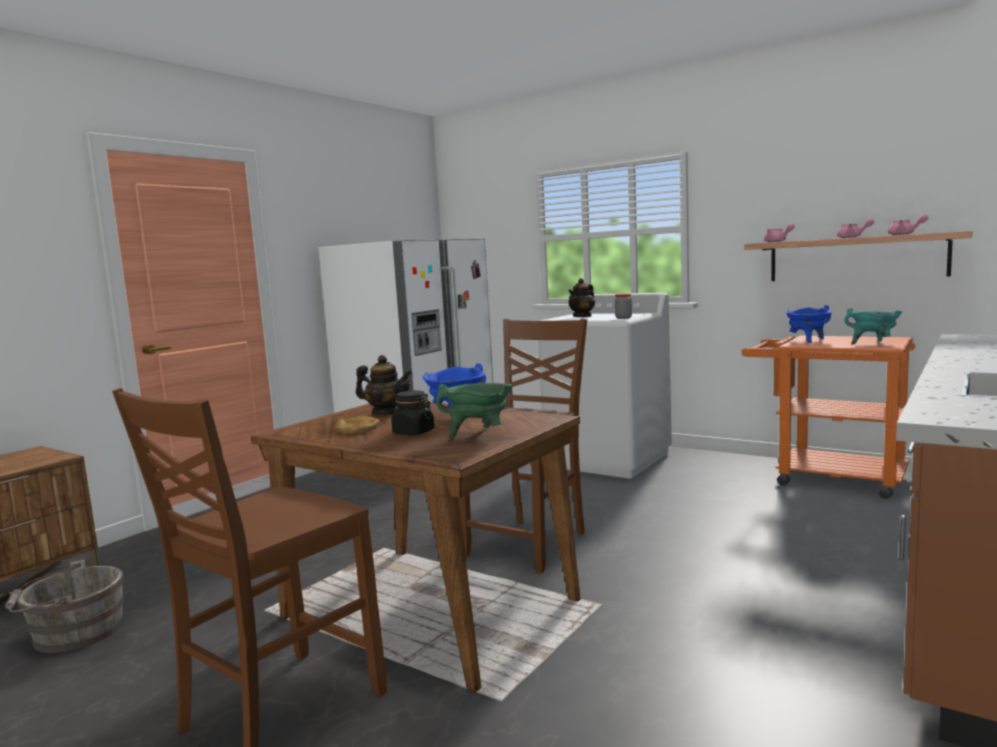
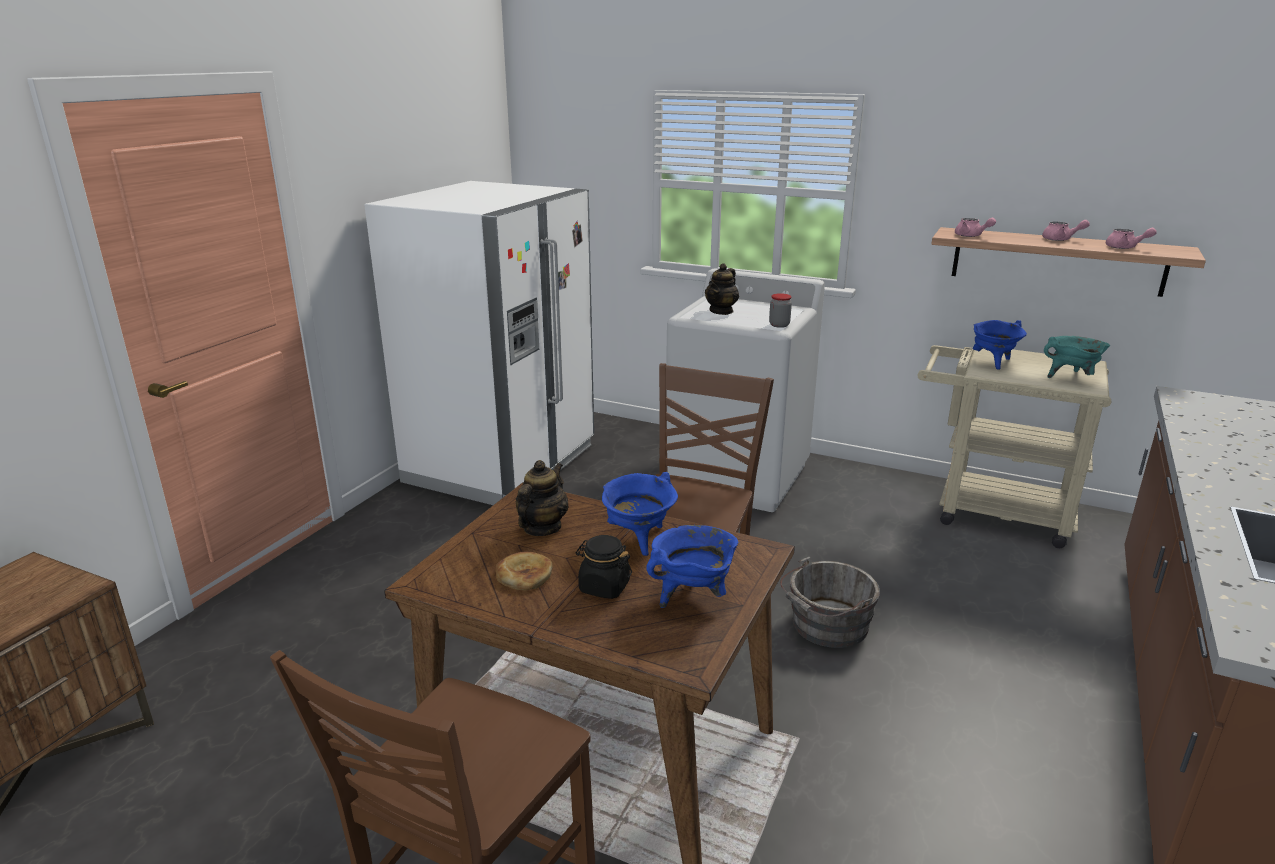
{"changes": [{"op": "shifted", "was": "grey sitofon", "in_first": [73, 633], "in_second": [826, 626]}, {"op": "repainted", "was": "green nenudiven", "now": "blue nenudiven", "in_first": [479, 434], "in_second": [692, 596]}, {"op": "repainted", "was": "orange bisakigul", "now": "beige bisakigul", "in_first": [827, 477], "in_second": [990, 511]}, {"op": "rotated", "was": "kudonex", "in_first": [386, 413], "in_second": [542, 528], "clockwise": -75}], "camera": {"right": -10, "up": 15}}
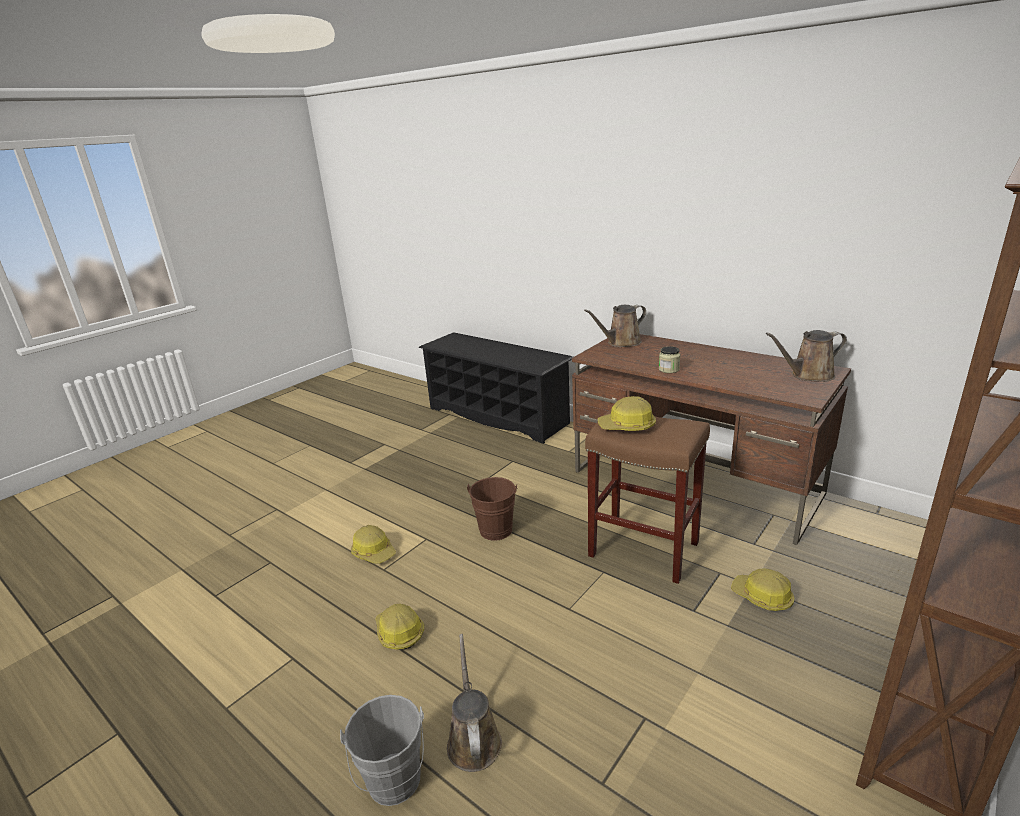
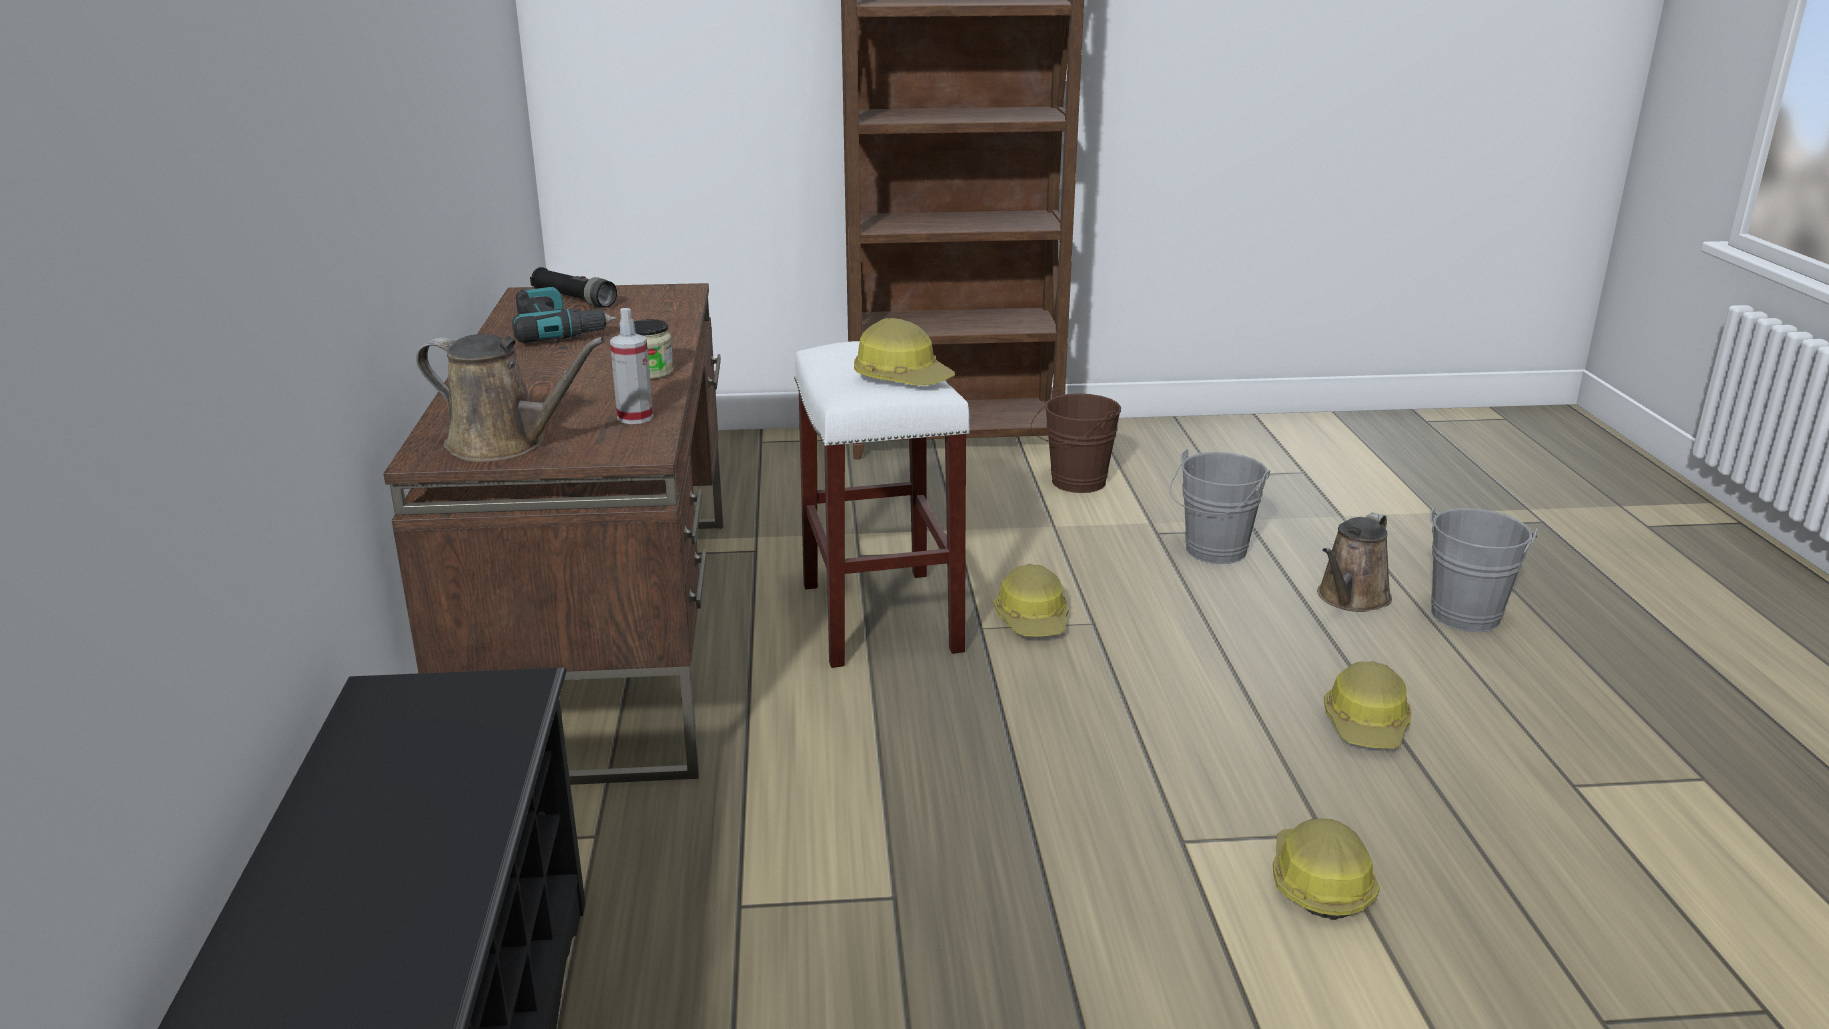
{"changes": [{"op": "new", "now": "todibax", "in_second": [558, 331]}, {"op": "new", "now": "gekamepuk", "in_second": [635, 417]}, {"op": "new", "now": "grey sitofon", "in_second": [1212, 553]}, {"op": "shifted", "was": "brown sitofon", "in_first": [496, 528], "in_second": [1073, 483]}, {"op": "shifted", "was": "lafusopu", "in_first": [762, 597], "in_second": [1033, 619]}, {"op": "swapped", "was": "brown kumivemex", "now": "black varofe", "in_first": [808, 375], "in_second": [574, 300]}, {"op": "repainted", "was": "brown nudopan", "now": "white nudopan", "in_first": [642, 549], "in_second": [882, 618]}], "camera": {"right": -135, "up": 0}}
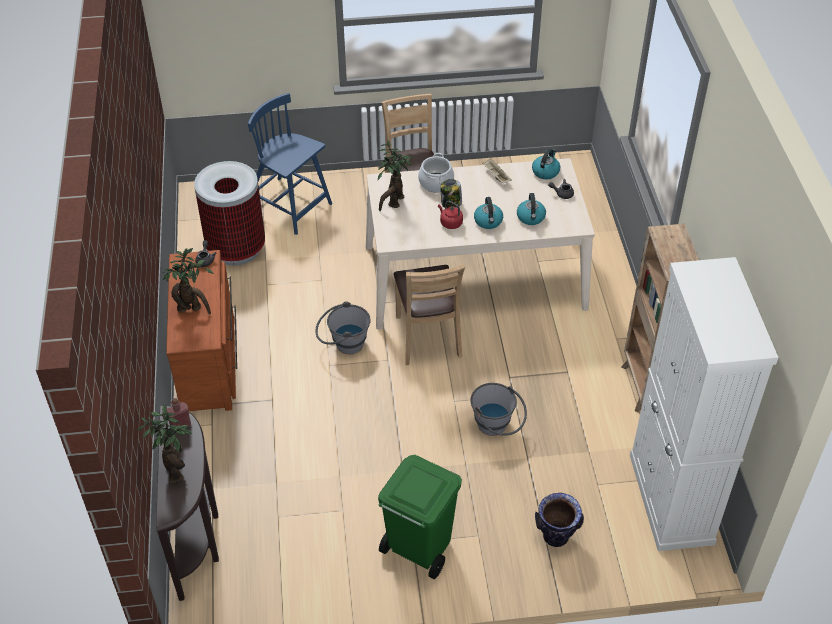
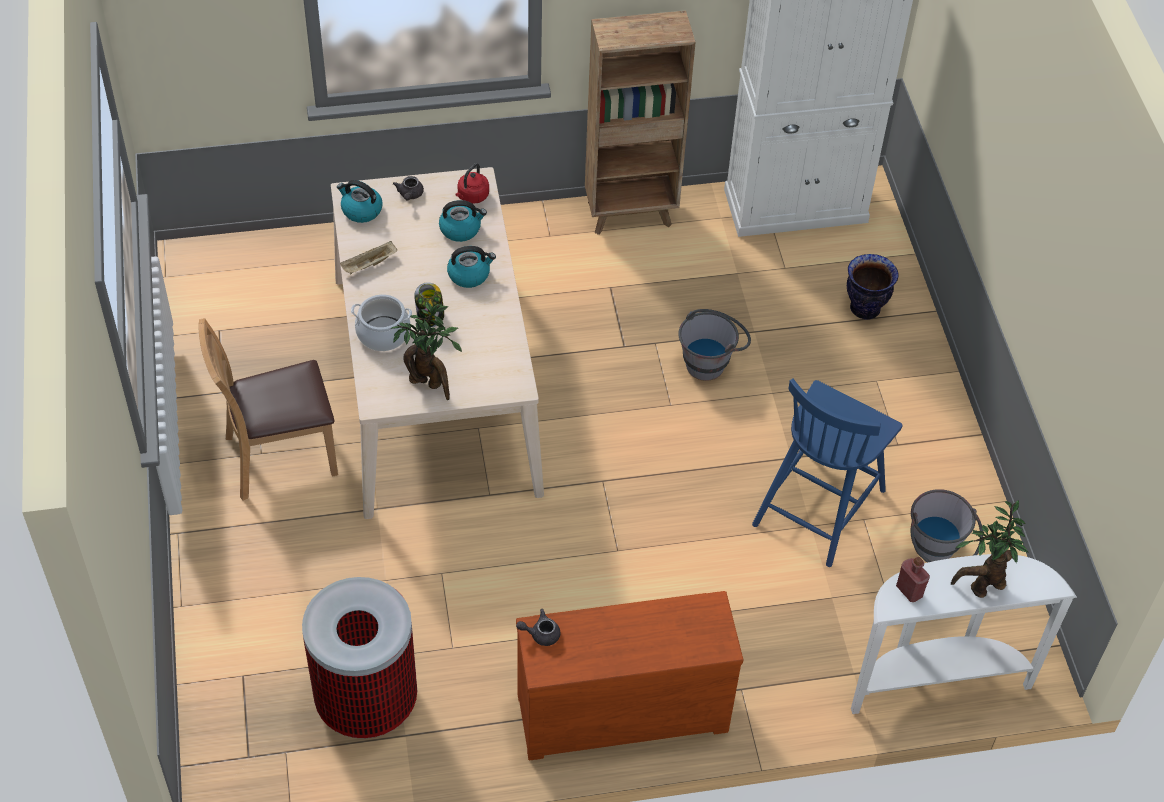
{"changes": [{"op": "gone", "was": "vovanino", "in_first": [192, 309]}, {"op": "gone", "was": "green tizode", "in_first": [418, 549]}, {"op": "gone", "was": "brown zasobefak", "in_first": [427, 337]}, {"op": "shifted", "was": "blue zasobefak", "in_first": [289, 206], "in_second": [819, 505]}, {"op": "shifted", "was": "grey sitofon", "in_first": [343, 344], "in_second": [936, 553]}, {"op": "shifted", "was": "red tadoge", "in_first": [450, 223], "in_second": [472, 196]}, {"op": "repainted", "was": "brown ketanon", "now": "white ketanon", "in_first": [198, 538], "in_second": [935, 680]}], "camera": {"right": -95, "up": 5}}
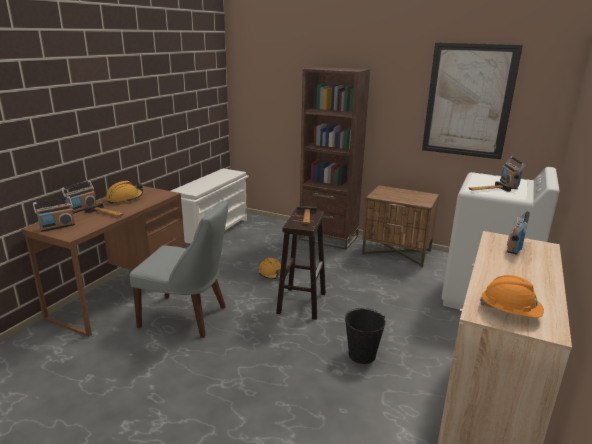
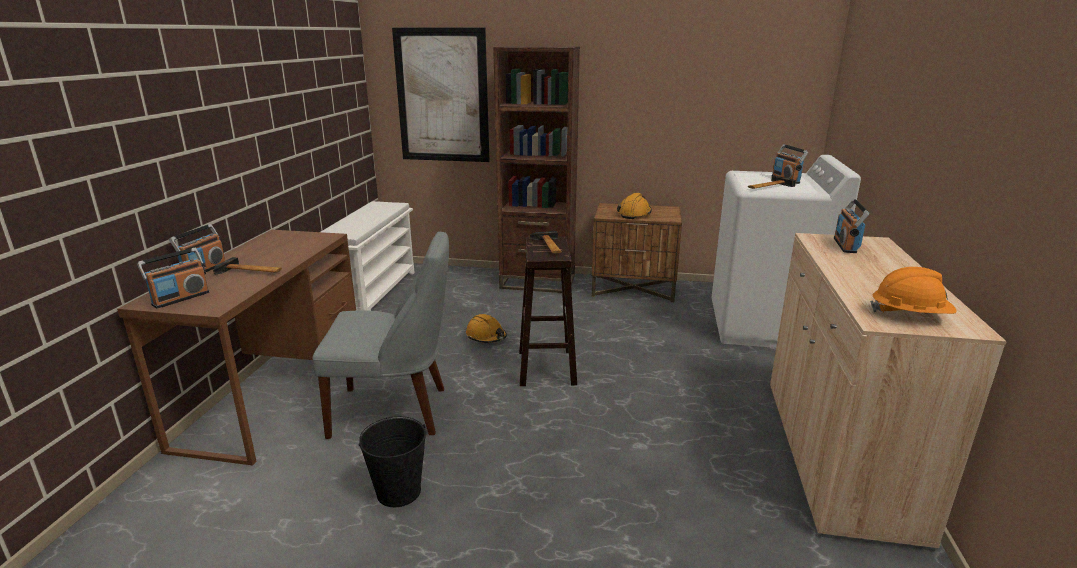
{"changes": [{"op": "shifted", "was": "orange lafusopu", "in_first": [125, 199], "in_second": [634, 214]}, {"op": "shifted", "was": "black sitofon", "in_first": [362, 355], "in_second": [399, 492]}, {"op": "shifted", "was": "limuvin", "in_first": [468, 101], "in_second": [442, 96]}], "camera": {"right": -15, "up": 0}}
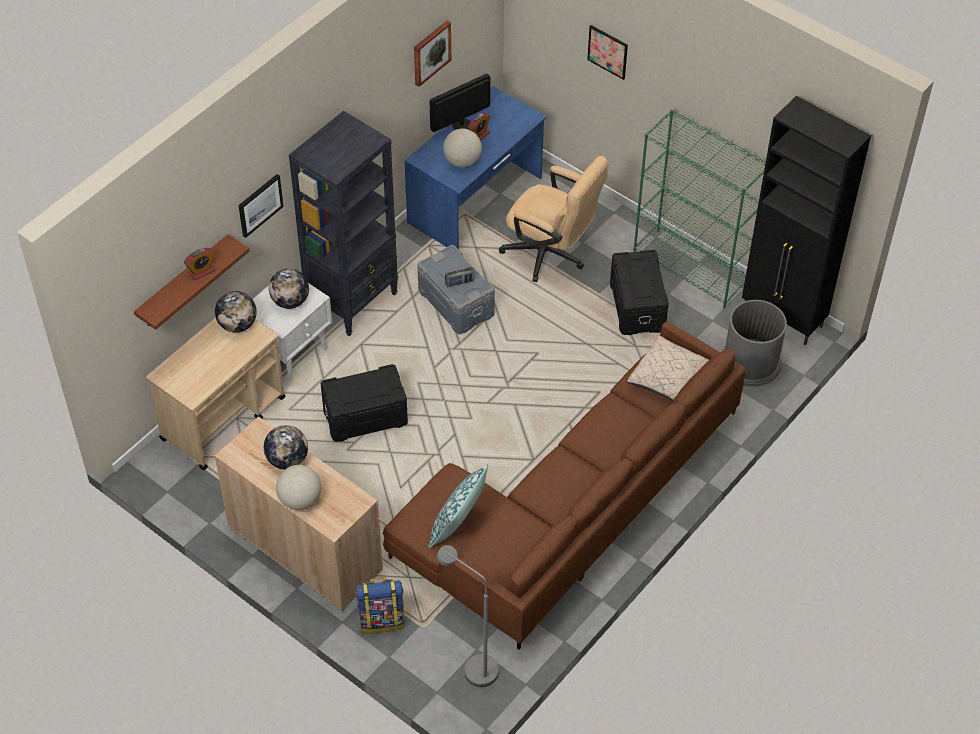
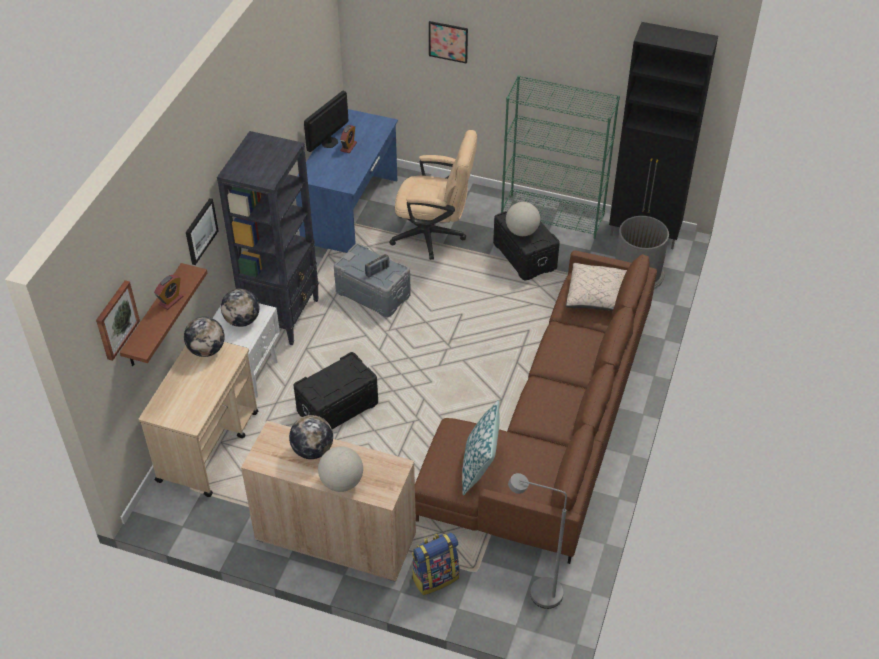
{"changes": [{"op": "shifted", "was": "limuvin", "in_first": [431, 52], "in_second": [116, 319]}, {"op": "shifted", "was": "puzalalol", "in_first": [462, 161], "in_second": [522, 231]}], "camera": {"right": -20, "up": -5}}
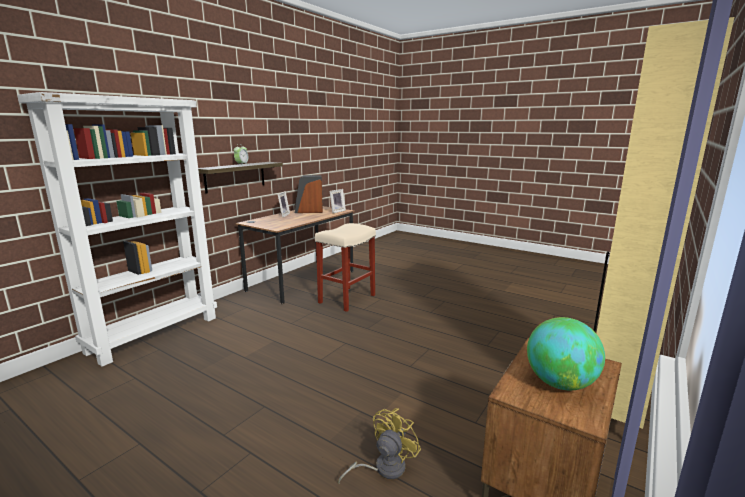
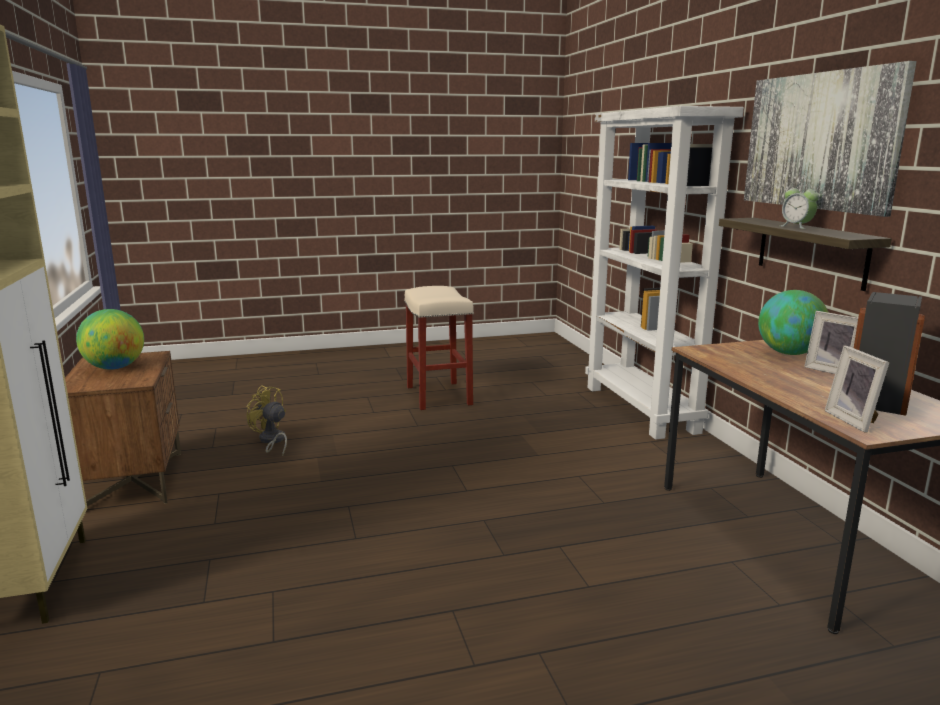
{"changes": [{"op": "new", "now": "limuvin", "in_second": [820, 141]}, {"op": "new", "now": "puzalalol", "in_second": [789, 353]}, {"op": "shifted", "was": "beige nudopan", "in_first": [347, 299], "in_second": [438, 395]}, {"op": "rotated", "was": "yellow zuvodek", "in_first": [383, 468], "in_second": [272, 441], "clockwise": 135}], "camera": {"right": 130, "up": 0}}
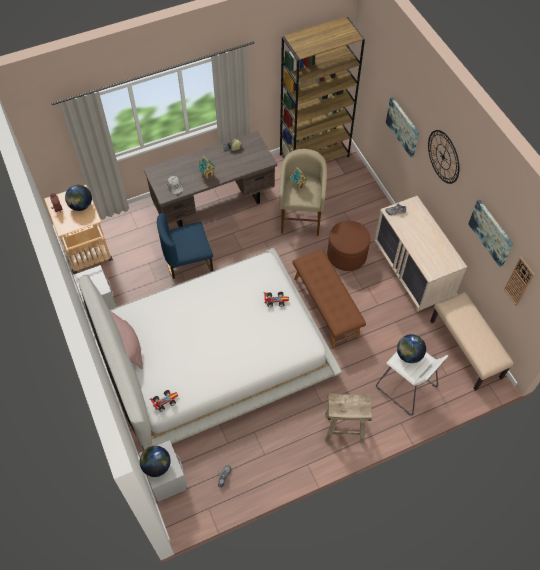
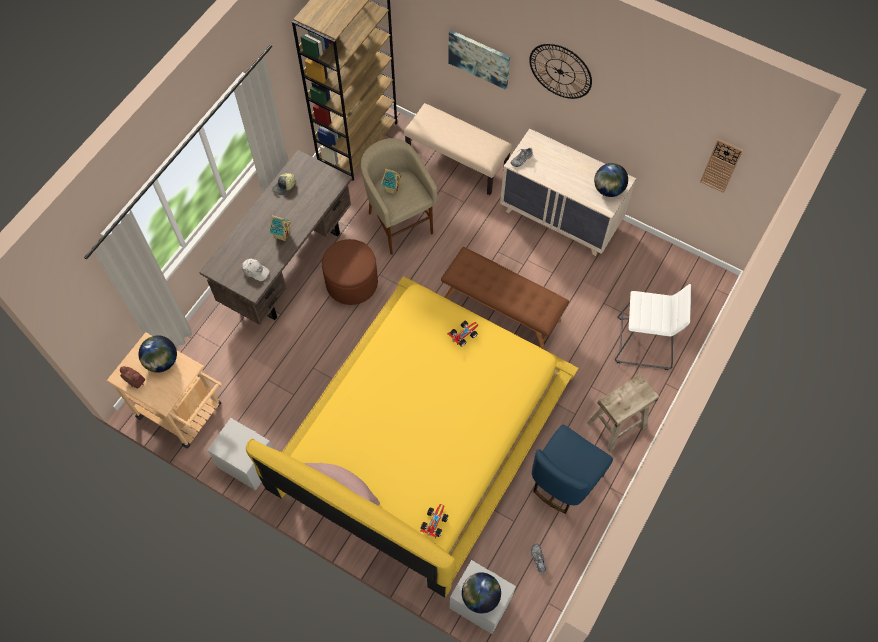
{"changes": [{"op": "gone", "was": "limuvin", "in_first": [491, 232]}, {"op": "shifted", "was": "blue zasobefak", "in_first": [188, 262], "in_second": [564, 480]}, {"op": "shifted", "was": "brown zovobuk", "in_first": [347, 255], "in_second": [352, 283]}, {"op": "shifted", "was": "puzalalol", "in_first": [409, 355], "in_second": [608, 189]}, {"op": "shifted", "was": "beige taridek", "in_first": [466, 349], "in_second": [457, 161]}, {"op": "repainted", "was": "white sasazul", "now": "yellow sasazul", "in_first": [214, 352], "in_second": [422, 433]}], "camera": {"right": -35, "up": 5}}
